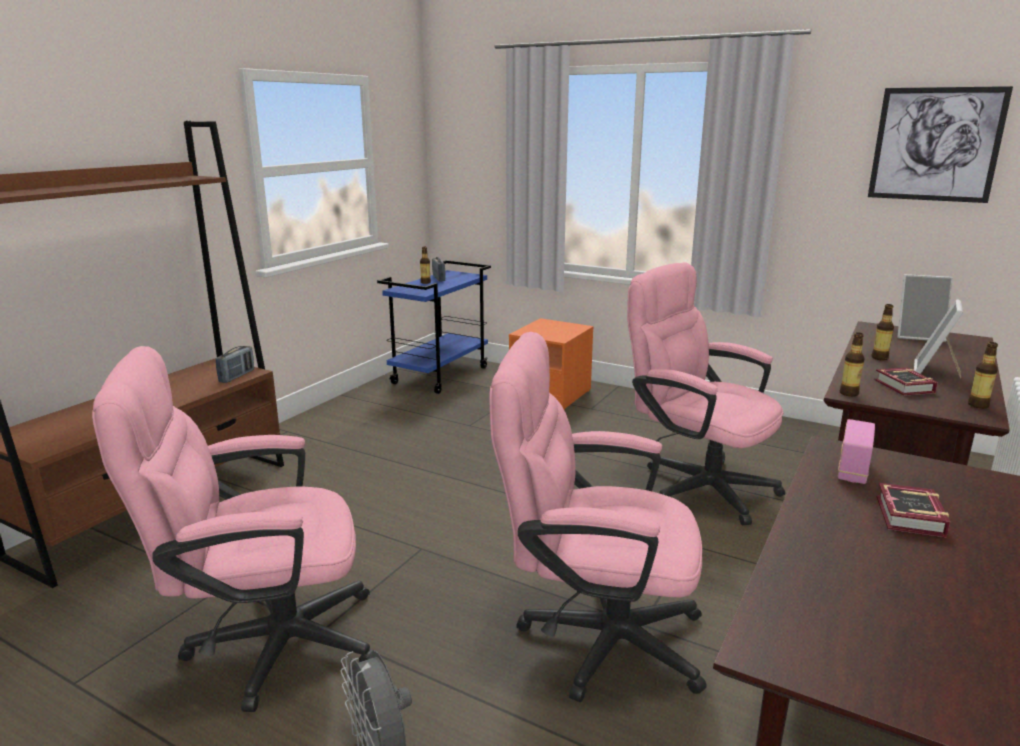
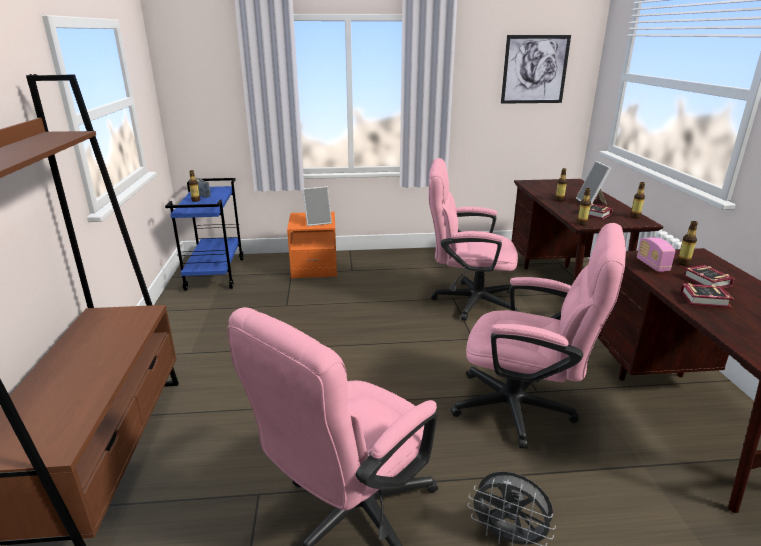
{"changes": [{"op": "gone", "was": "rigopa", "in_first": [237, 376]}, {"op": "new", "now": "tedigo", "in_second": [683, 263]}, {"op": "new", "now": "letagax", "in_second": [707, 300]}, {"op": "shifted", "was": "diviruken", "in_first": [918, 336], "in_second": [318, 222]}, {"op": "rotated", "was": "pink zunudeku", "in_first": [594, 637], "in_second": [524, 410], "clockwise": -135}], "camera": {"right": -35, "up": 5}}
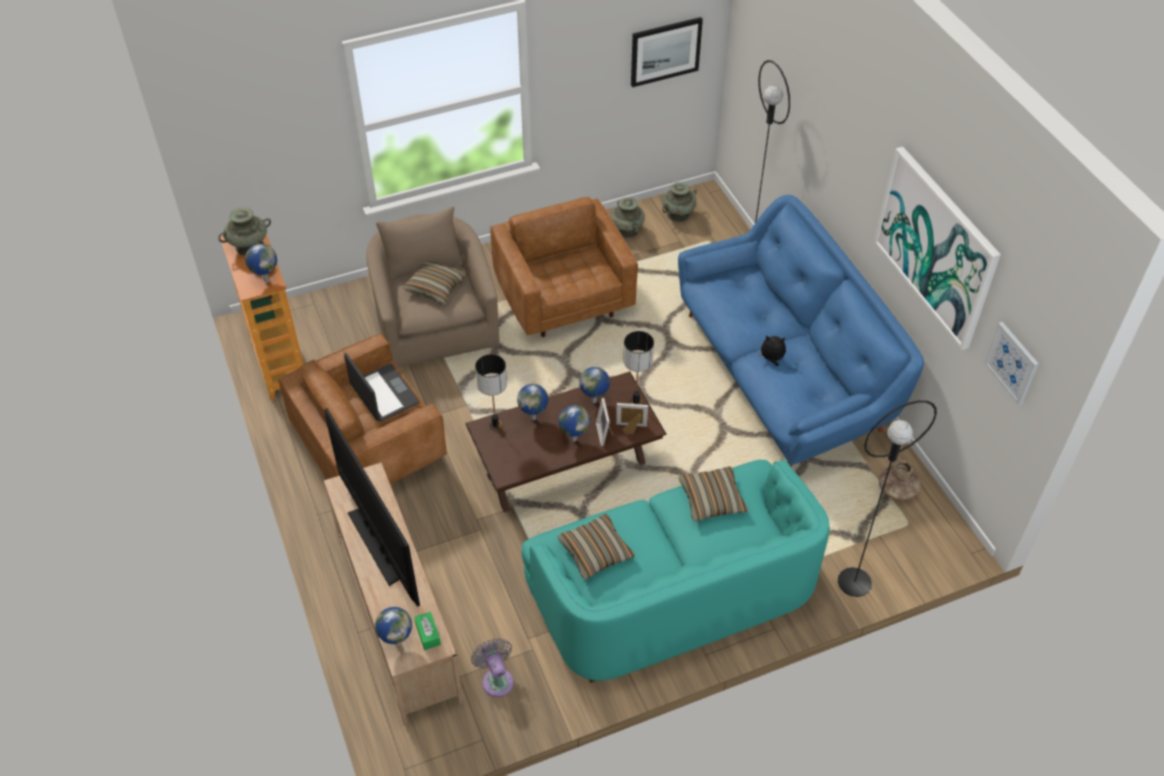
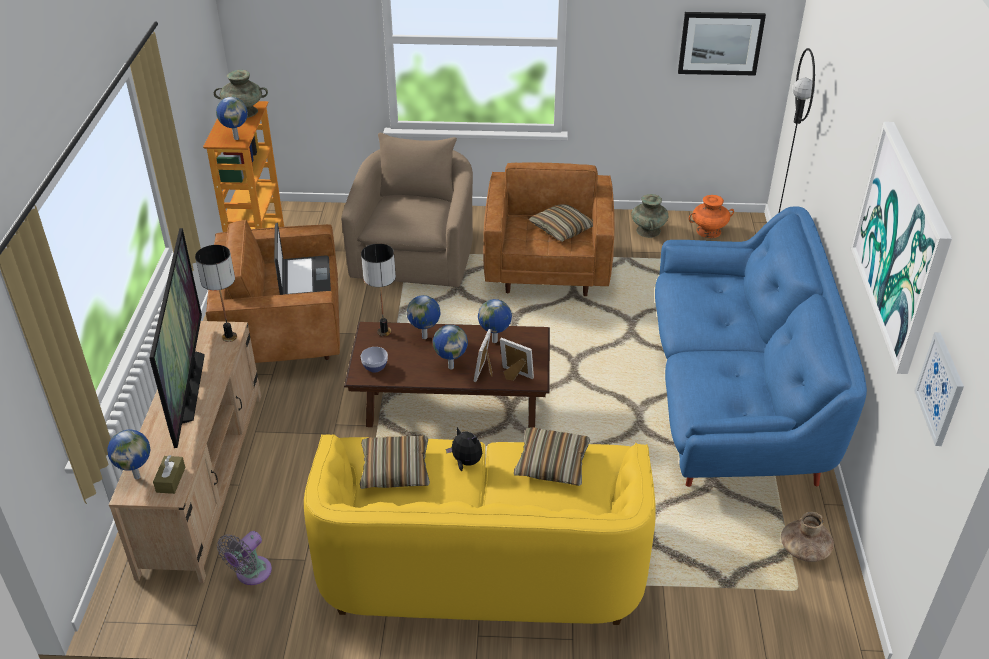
{"changes": [{"op": "gone", "was": "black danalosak", "in_first": [854, 582]}, {"op": "new", "now": "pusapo", "in_second": [375, 367]}, {"op": "shifted", "was": "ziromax", "in_first": [435, 287], "in_second": [562, 229]}, {"op": "shifted", "was": "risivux", "in_first": [636, 402], "in_second": [229, 337]}, {"op": "shifted", "was": "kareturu", "in_first": [771, 359], "in_second": [465, 462]}, {"op": "repainted", "was": "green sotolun", "now": "brown sotolun", "in_first": [428, 634], "in_second": [170, 480]}, {"op": "repainted", "was": "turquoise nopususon", "now": "yellow nopususon", "in_first": [672, 595], "in_second": [481, 562]}, {"op": "repainted", "was": "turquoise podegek", "now": "orange podegek", "in_first": [678, 214], "in_second": [709, 231]}, {"op": "rotated", "was": "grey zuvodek", "in_first": [496, 679], "in_second": [250, 573], "clockwise": -150}], "camera": {"right": 25, "up": -10}}
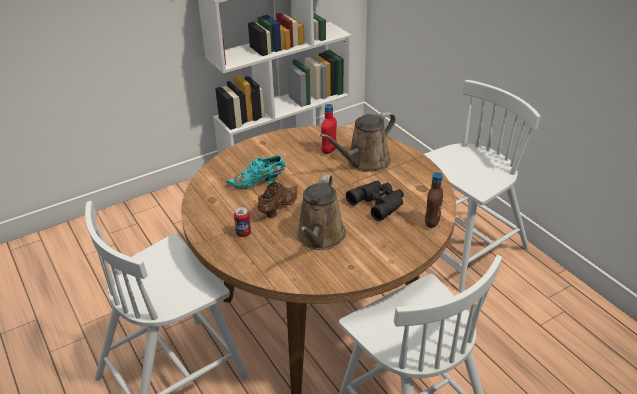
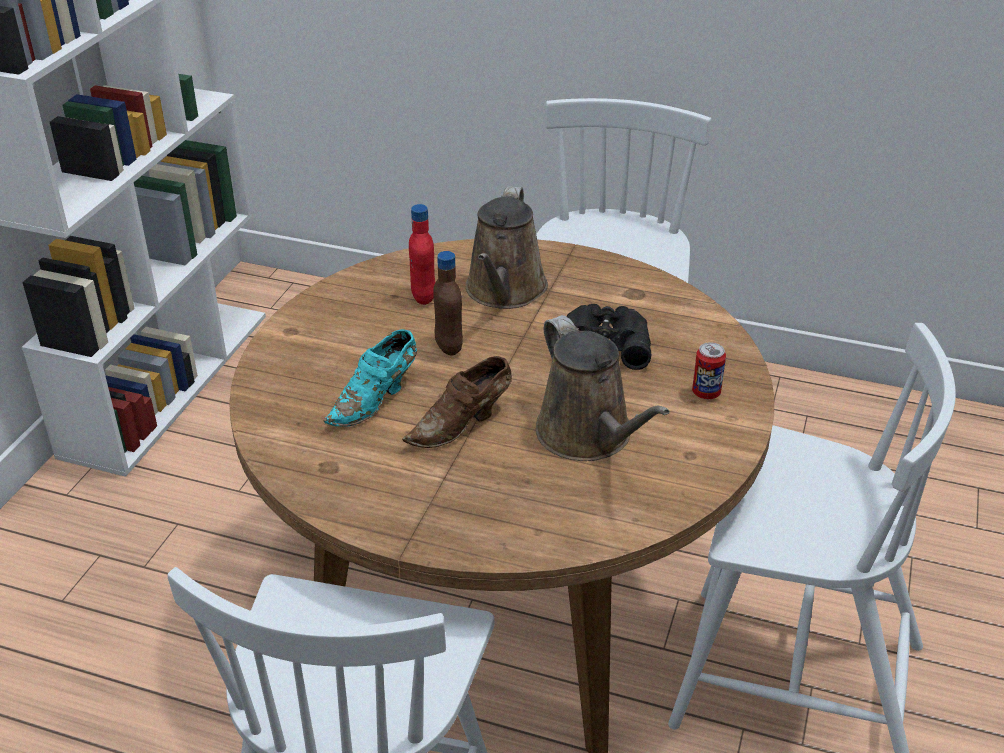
{"changes": [{"op": "shifted", "was": "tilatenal", "in_first": [243, 233], "in_second": [706, 393]}, {"op": "shifted", "was": "brown tedigo", "in_first": [432, 222], "in_second": [448, 346]}, {"op": "rotated", "was": "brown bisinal", "in_first": [277, 208], "in_second": [462, 425], "clockwise": -120}], "camera": {"right": -40, "up": 0}}
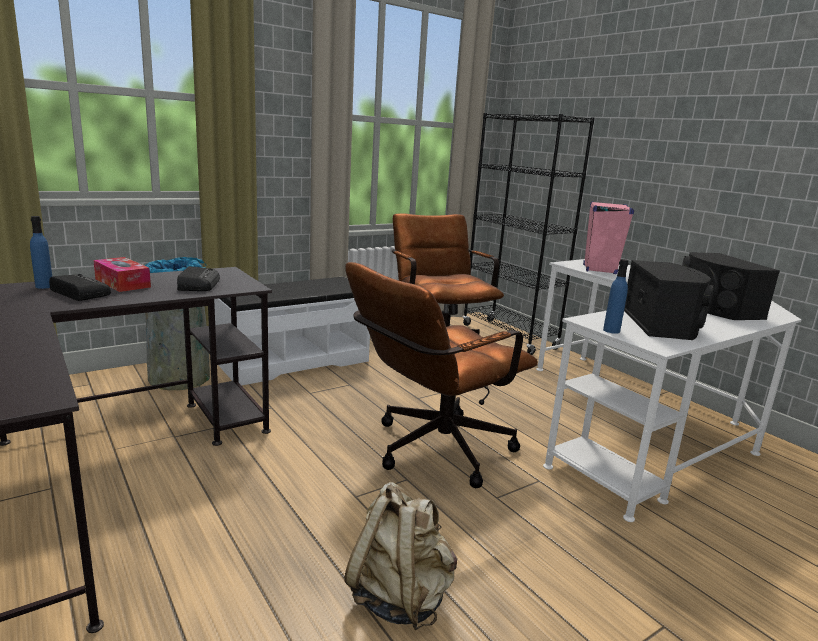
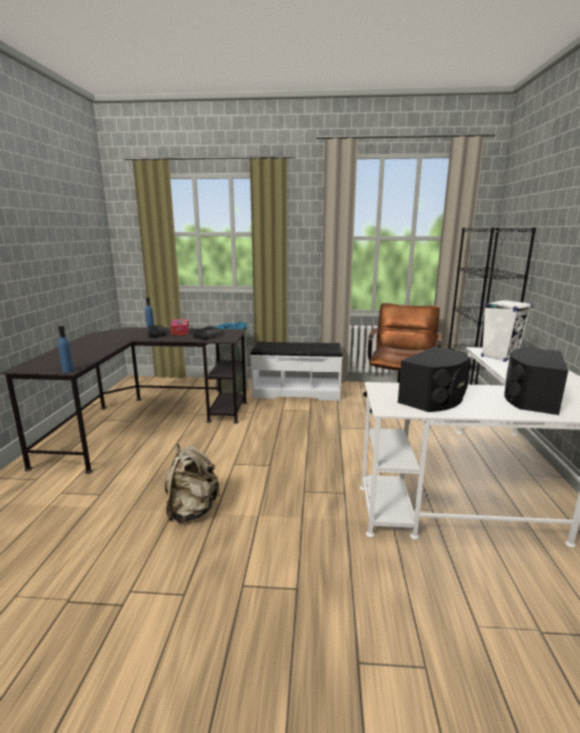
{"changes": [{"op": "gone", "was": "brown zunudeku", "in_first": [432, 451]}, {"op": "shifted", "was": "blue tedigo", "in_first": [611, 330], "in_second": [68, 370]}, {"op": "repainted", "was": "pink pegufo", "now": "white pegufo", "in_first": [599, 269], "in_second": [499, 357]}], "camera": {"right": 40, "up": 0}}
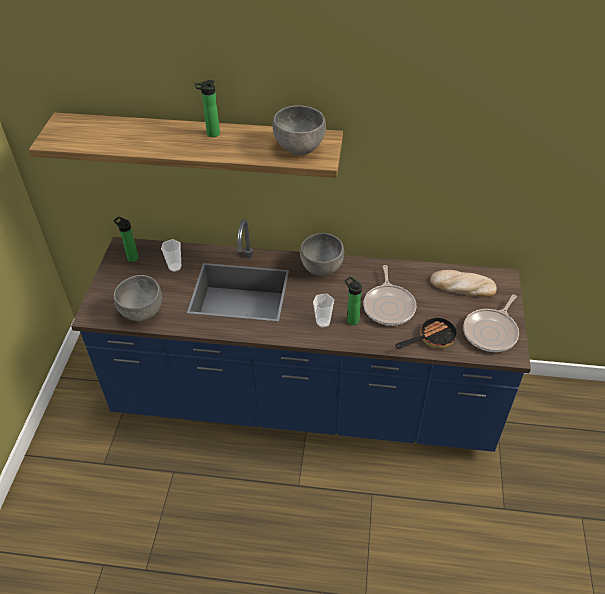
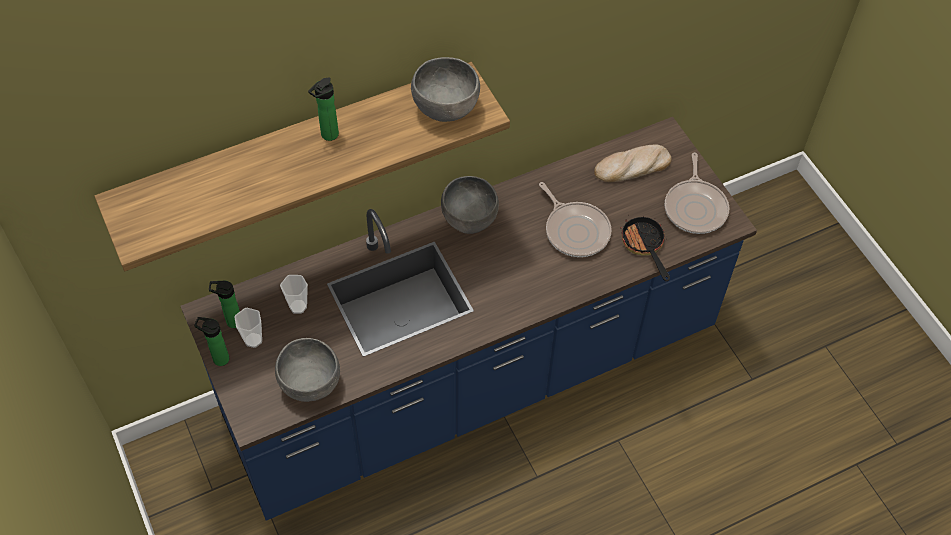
{"changes": [{"op": "shifted", "was": "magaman", "in_first": [323, 322], "in_second": [253, 340]}, {"op": "shifted", "was": "tedigo", "in_first": [351, 319], "in_second": [218, 358]}, {"op": "rotated", "was": "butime", "in_first": [432, 338], "in_second": [644, 246], "clockwise": -45}], "camera": {"right": -35, "up": 10}}
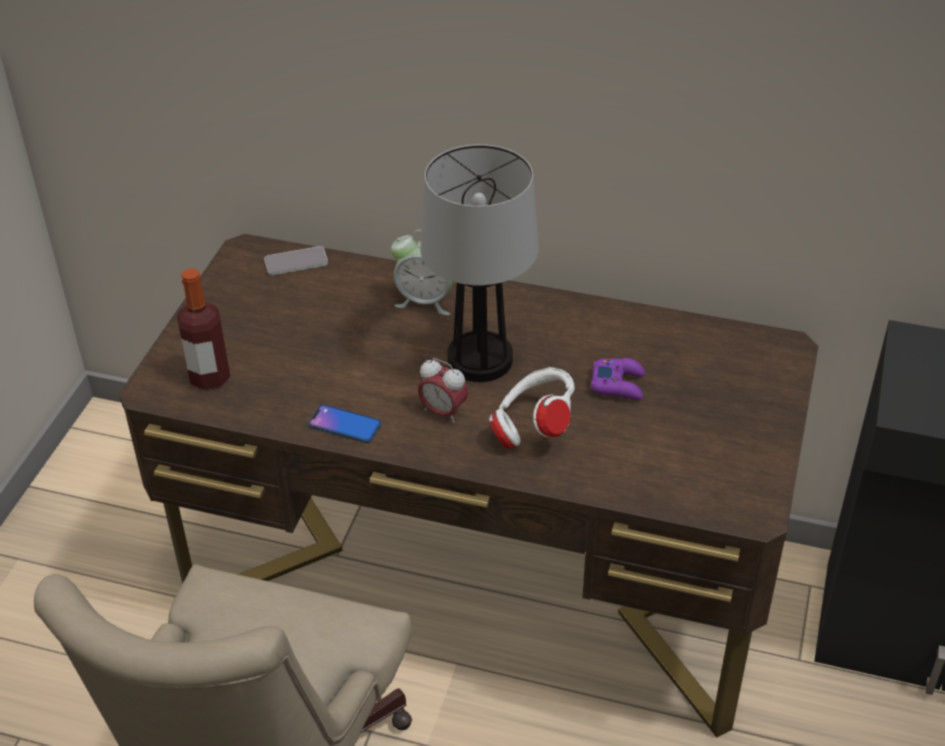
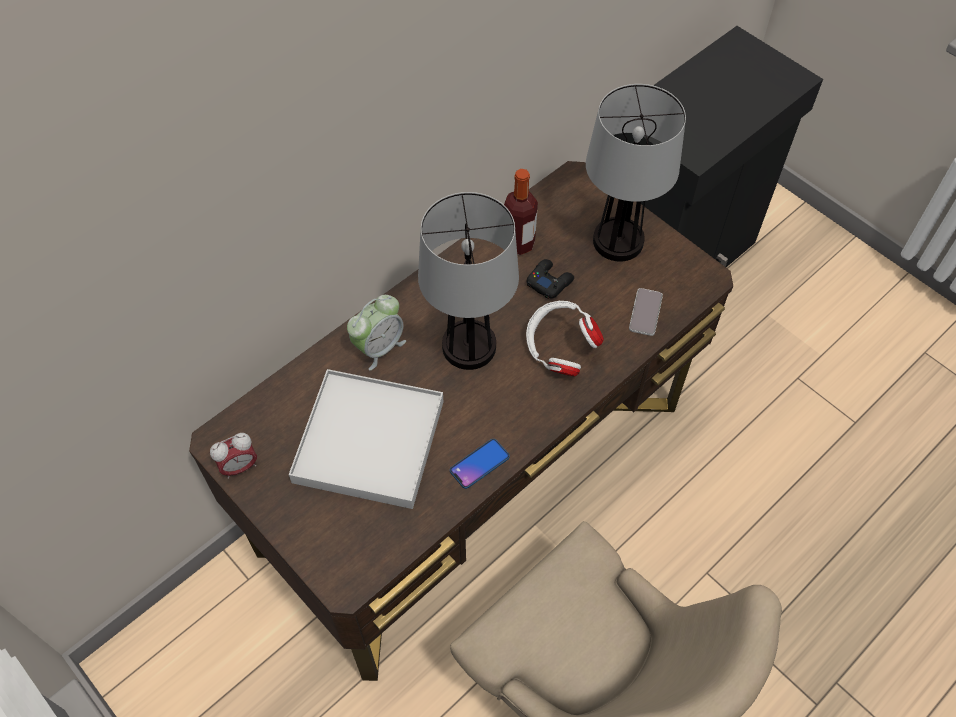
{"changes": [{"op": "new", "now": "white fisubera", "in_second": [368, 441]}, {"op": "new", "now": "risivux", "in_second": [618, 242]}, {"op": "shifted", "was": "tedigo", "in_first": [209, 377], "in_second": [518, 243]}, {"op": "shifted", "was": "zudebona", "in_first": [296, 262], "in_second": [645, 312]}, {"op": "shifted", "was": "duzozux", "in_first": [443, 412], "in_second": [239, 467]}, {"op": "repainted", "was": "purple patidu", "now": "black patidu", "in_first": [618, 384], "in_second": [549, 282]}], "camera": {"right": -60, "up": 15}}
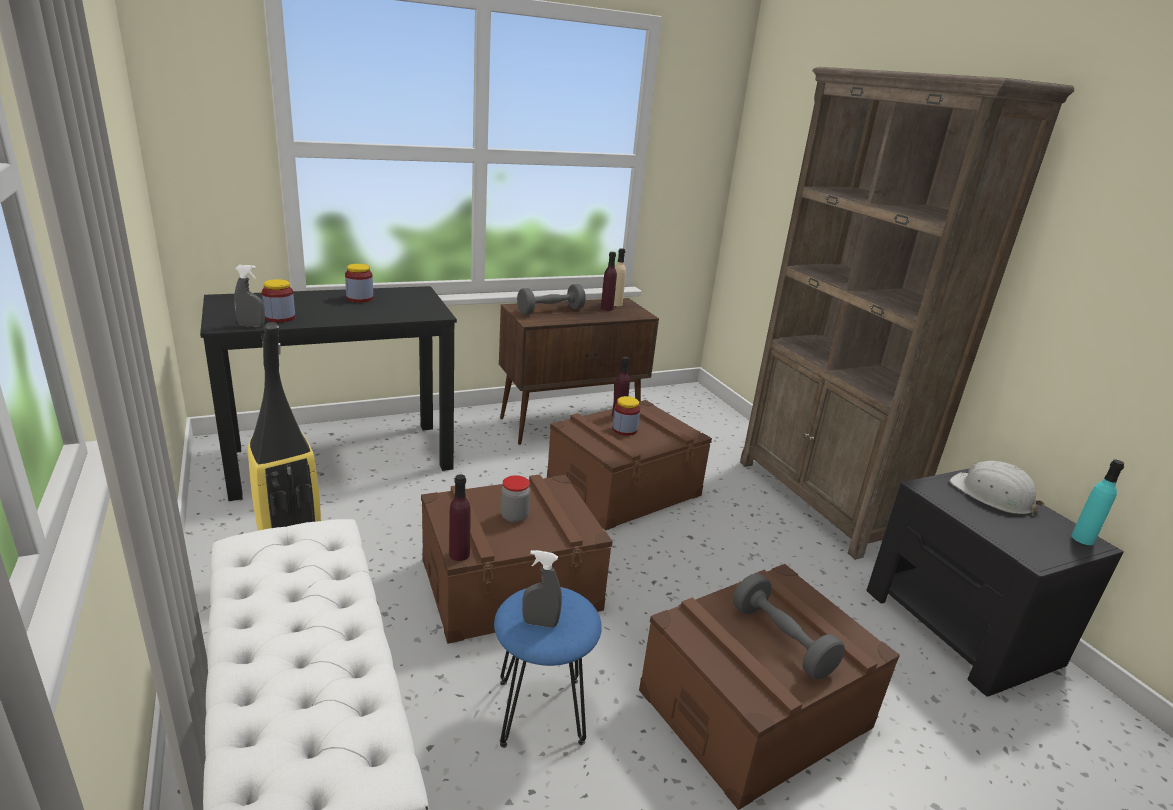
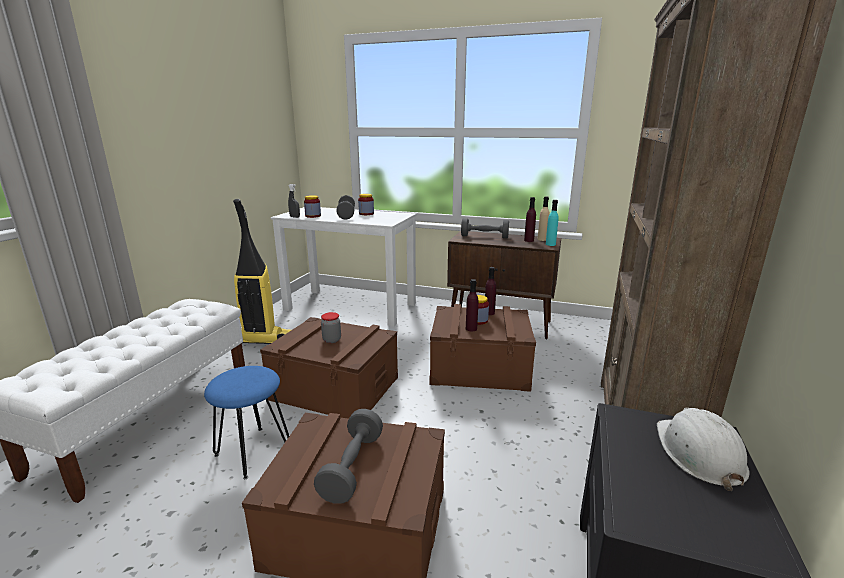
{"changes": [{"op": "gone", "was": "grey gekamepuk", "in_first": [540, 623]}, {"op": "new", "now": "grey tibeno", "in_second": [346, 215]}, {"op": "shifted", "was": "purple tedigo", "in_first": [459, 554], "in_second": [471, 328]}, {"op": "shifted", "was": "turquoise tedigo", "in_first": [1082, 539], "in_second": [550, 244]}, {"op": "repainted", "was": "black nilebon", "now": "white nilebon", "in_first": [342, 458], "in_second": [351, 306]}], "camera": {"right": 45, "up": -5}}
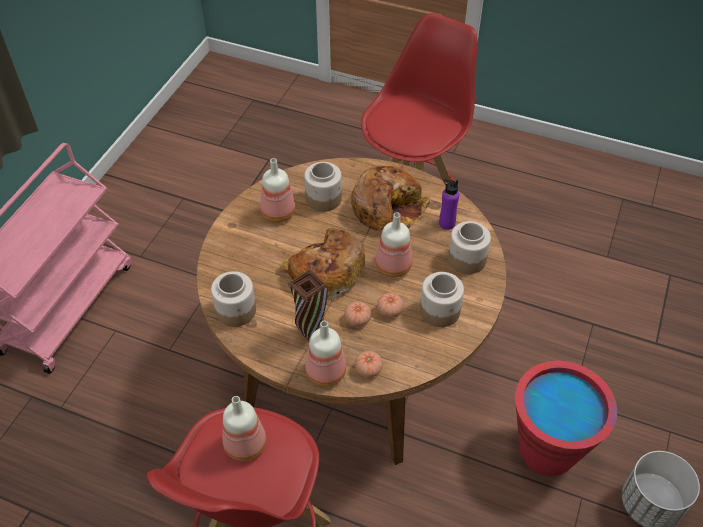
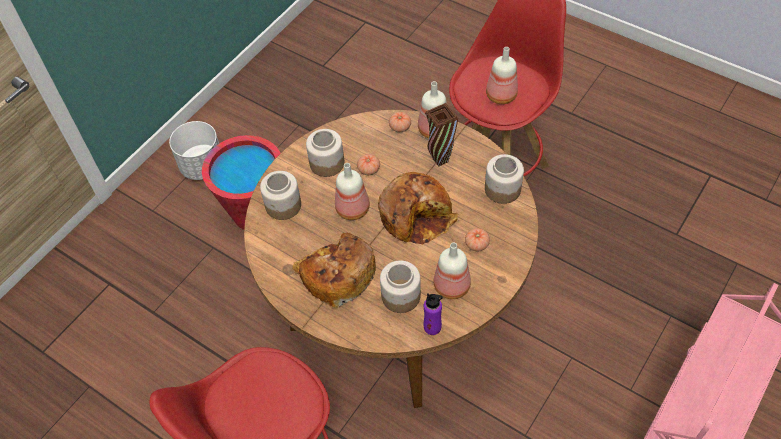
{"changes": [{"op": "shifted", "was": "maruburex", "in_first": [357, 319], "in_second": [476, 244]}, {"op": "shifted", "was": "purple tedigo", "in_first": [446, 223], "in_second": [432, 327]}], "camera": {"right": -165, "up": 5}}
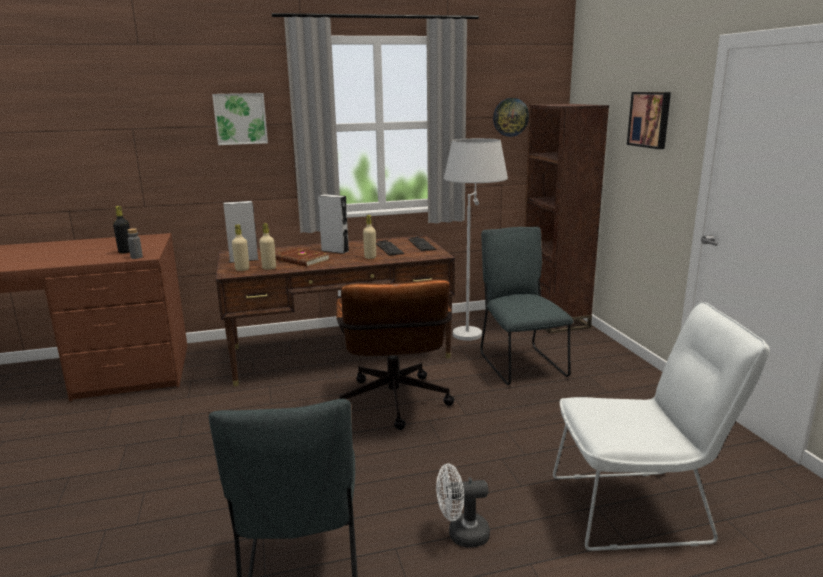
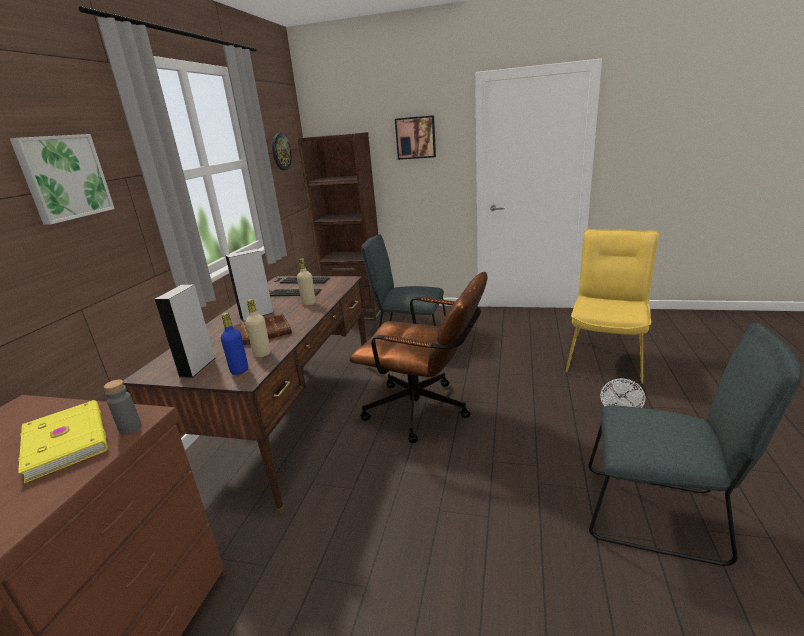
{"changes": [{"op": "gone", "was": "white danalosak", "in_first": [472, 329]}, {"op": "swapped", "was": "black tedigo", "now": "yellow letagax", "in_first": [125, 252], "in_second": [68, 440]}, {"op": "repainted", "was": "beige tedigo", "now": "blue tedigo", "in_first": [242, 269], "in_second": [239, 370]}, {"op": "repainted", "was": "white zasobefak", "now": "yellow zasobefak", "in_first": [640, 508], "in_second": [605, 357]}], "camera": {"right": -60, "up": 5}}
